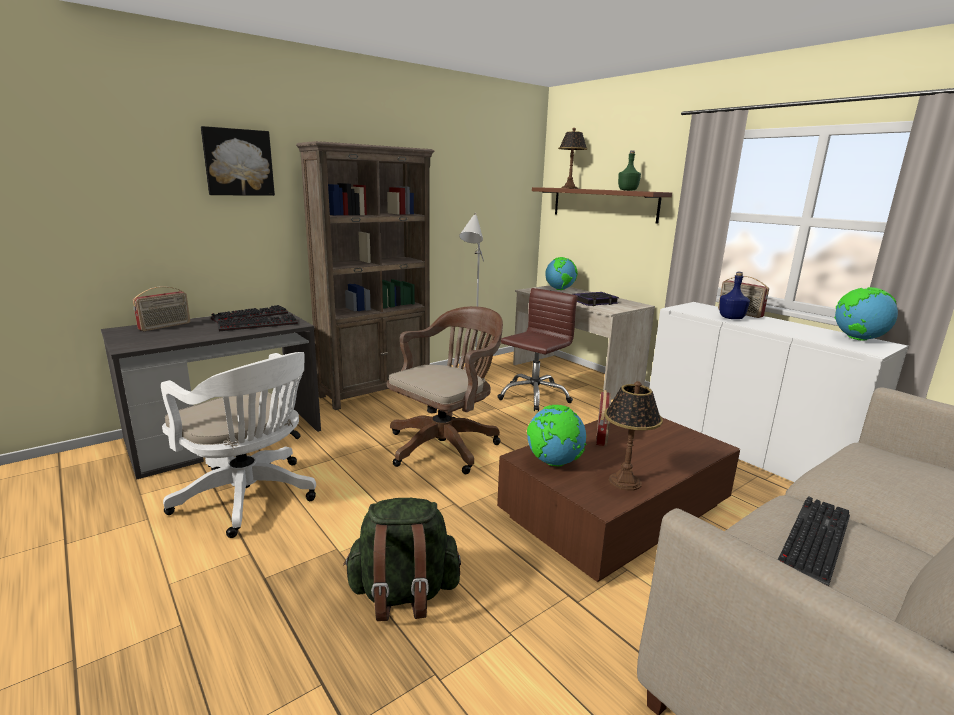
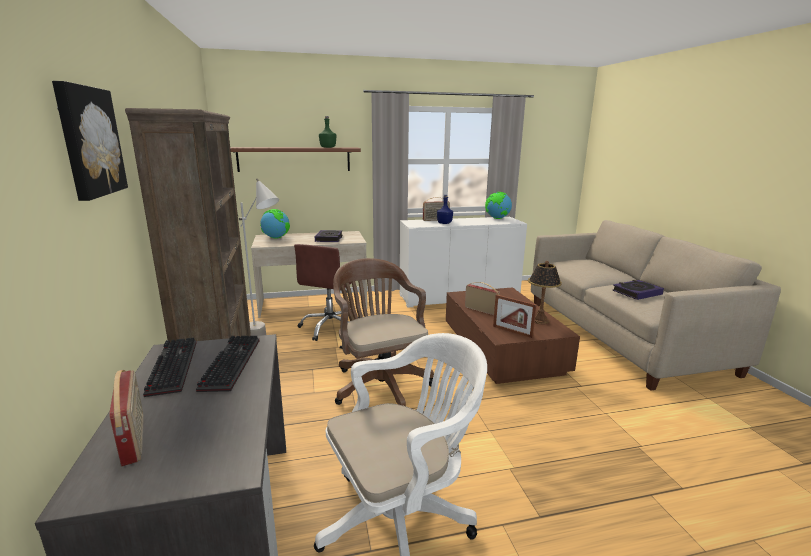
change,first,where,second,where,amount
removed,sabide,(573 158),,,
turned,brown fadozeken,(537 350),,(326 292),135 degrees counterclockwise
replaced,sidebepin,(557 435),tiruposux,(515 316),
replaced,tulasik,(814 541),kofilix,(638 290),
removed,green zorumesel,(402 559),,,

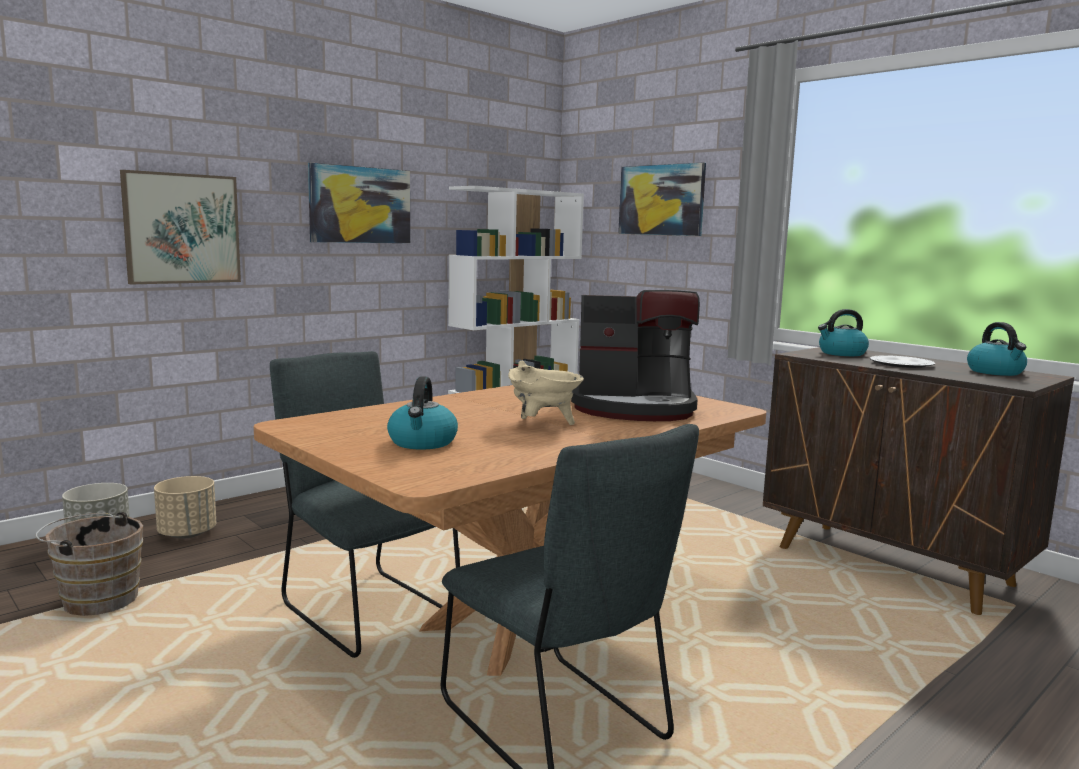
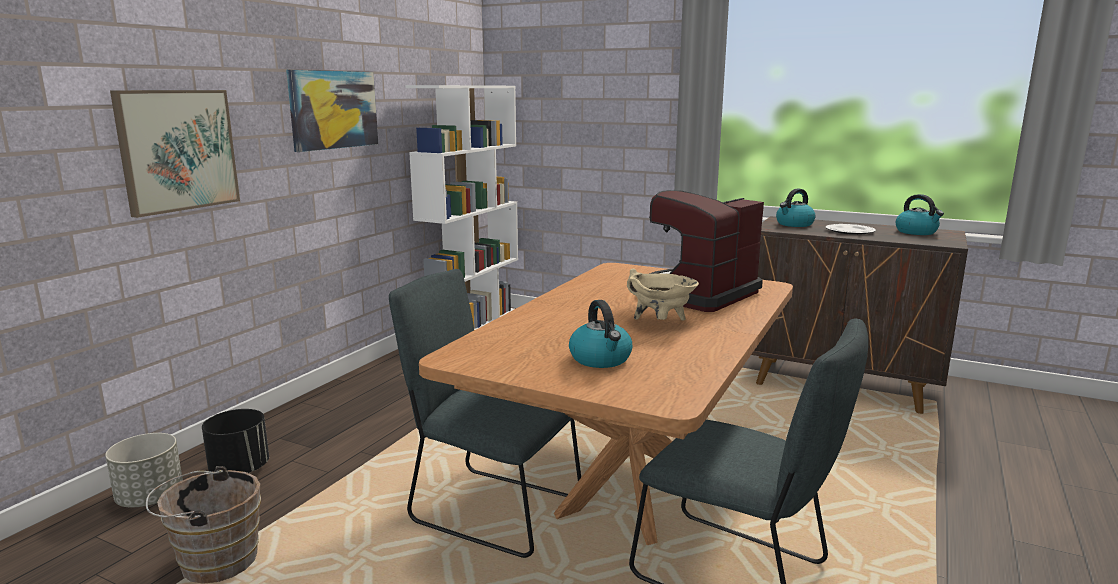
change,first,where,second,where,amount
removed,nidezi,(662 199),,,
turned,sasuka,(635 355),,(706 251),150 degrees clockwise
recoloured,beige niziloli,(185 507),black niziloli,(235 441),

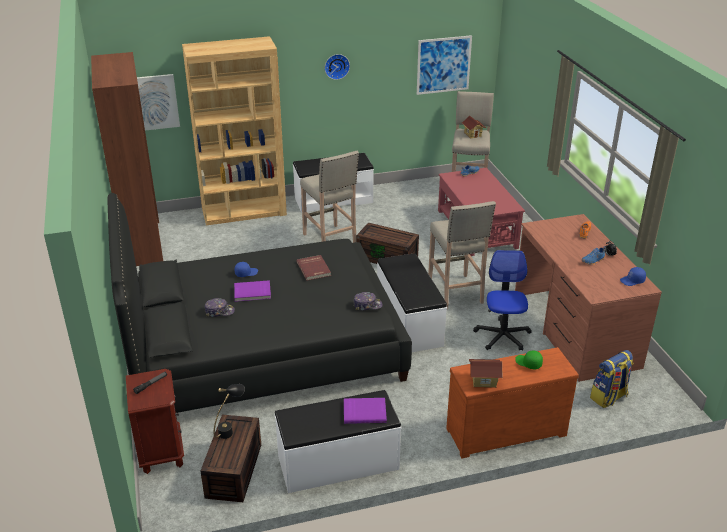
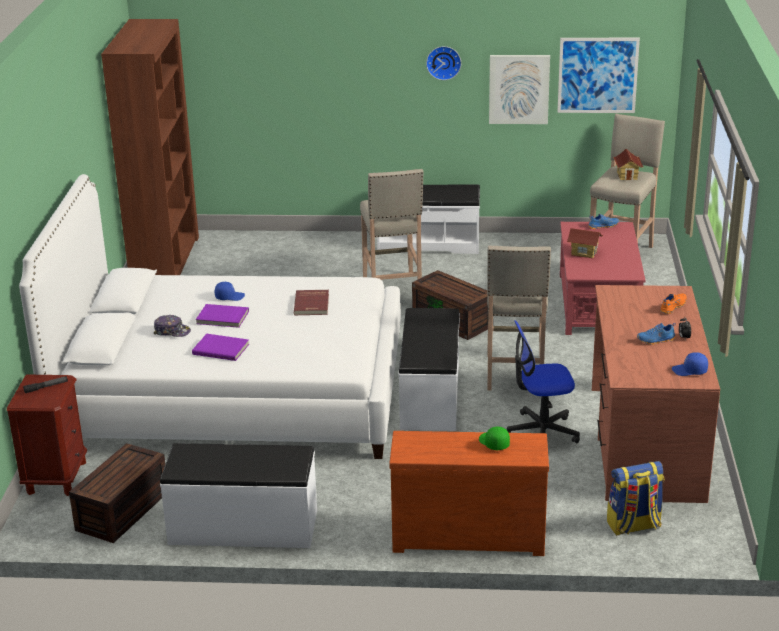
change,first,where,second,where,amount
removed,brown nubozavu,(234 131),,,
moved,nidezi,(158 102),,(519 89),
recoloured,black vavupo,(259 303),white vavupo,(210 316),
turned,fadozeken,(502 300),,(543 381),120 degrees counterclockwise
removed,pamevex,(368 301),,,
moved,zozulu,(486 373),,(585 243),
removed,black sabide,(229 411),,,
moved,purple kofilix,(365 411),,(220 347),

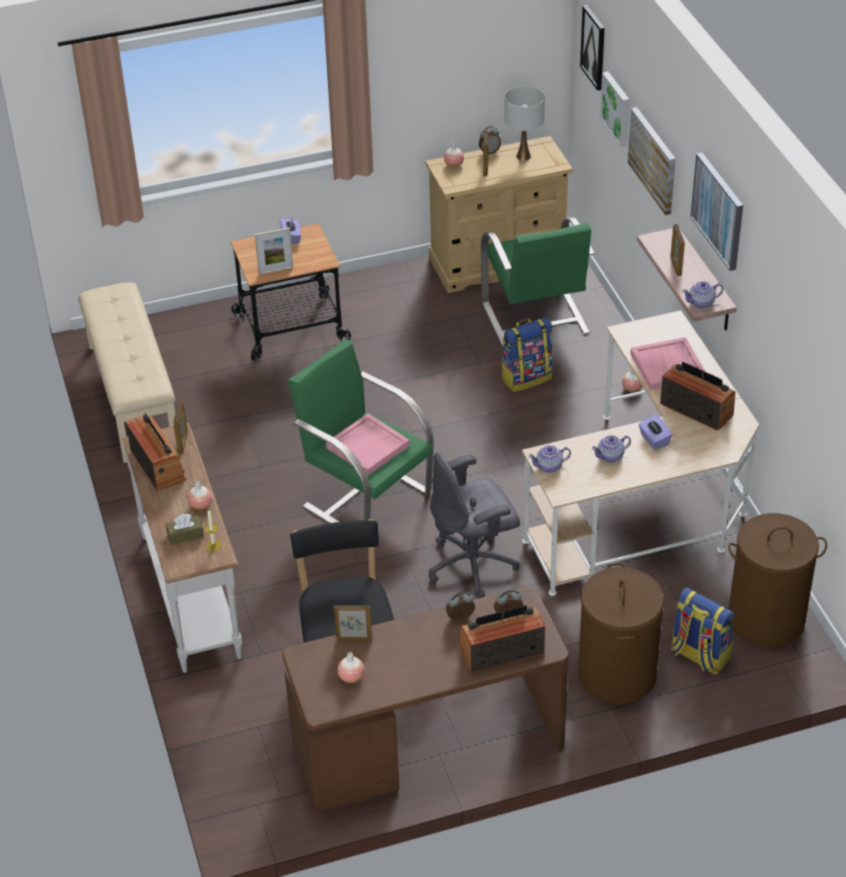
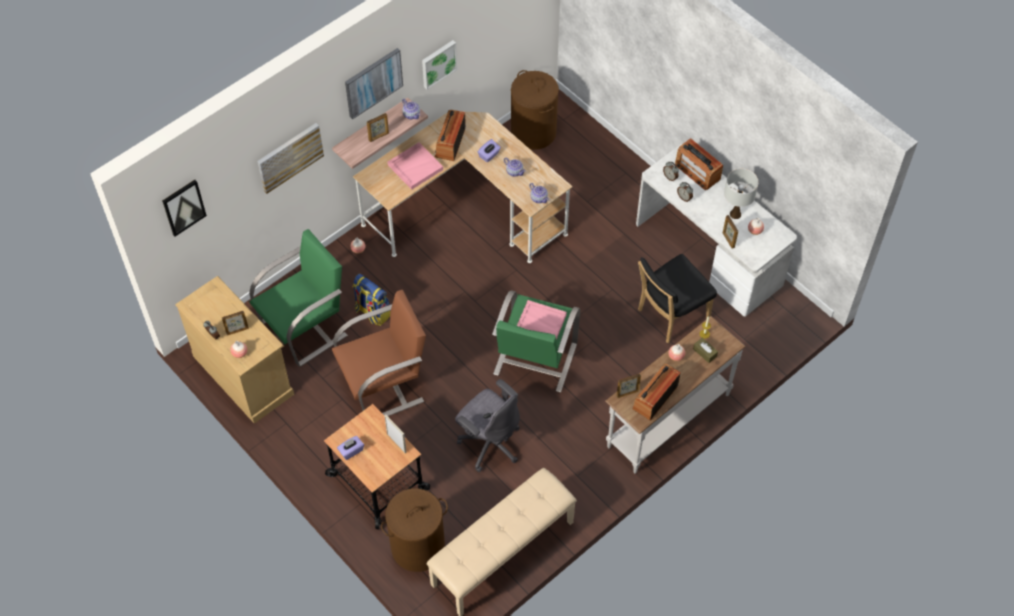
change,first,where,second,where,amount
moved,nidezi,(614 109),,(439 65),
moved,white sabide,(524 123),,(741 193),
moved,grey fadozeken,(474 525),,(487 425),
moved,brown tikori,(621 633),,(414 530),
recoloured,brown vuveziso,(425 699),white vuveziso,(716 230),
removed,zorumesel,(703 631),,,
added,,,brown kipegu,(379 353),

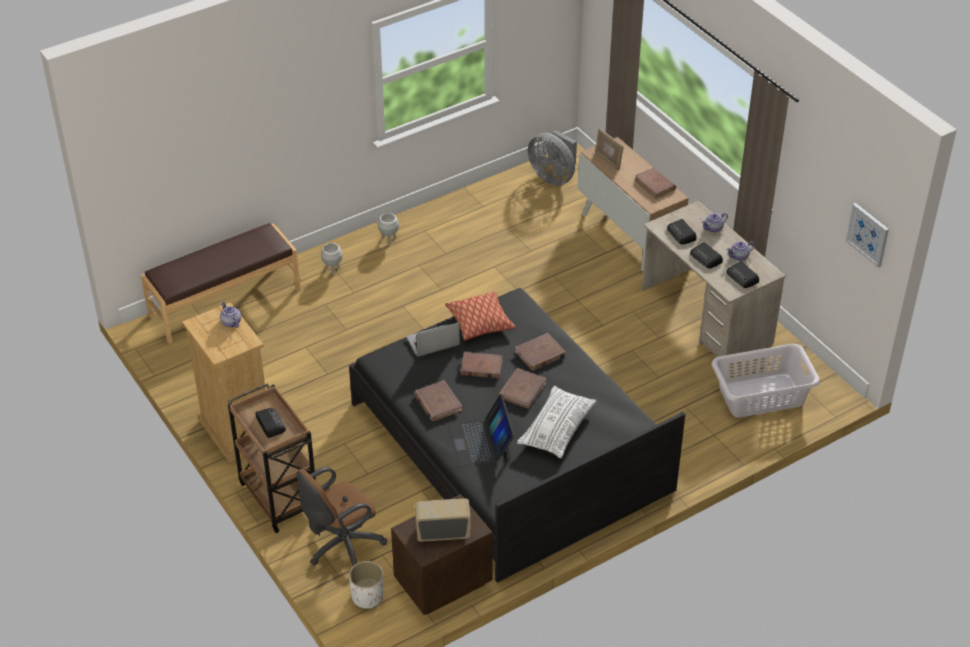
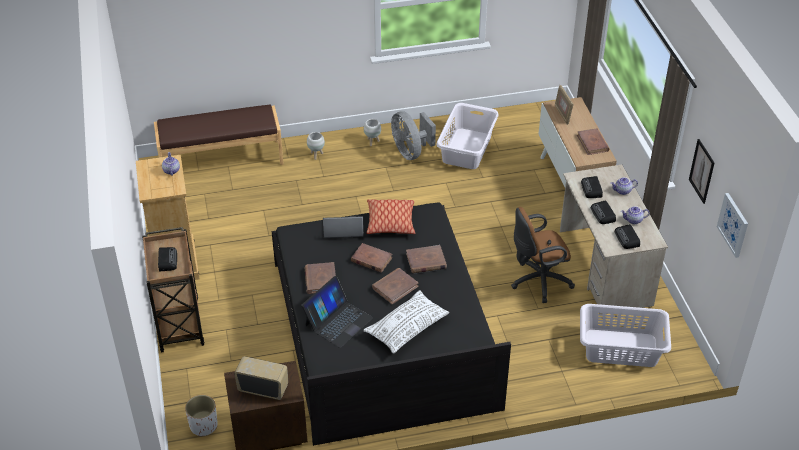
change,first,where,second,where,amount
moved,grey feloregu,(552 158),,(413 135),
turned,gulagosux,(481 430),,(337 312),150 degrees counterclockwise
moved,brown fadozeken,(341 516),,(543 255),
added,,,white tikori,(467 136),
added,,,nidezi,(702 171),

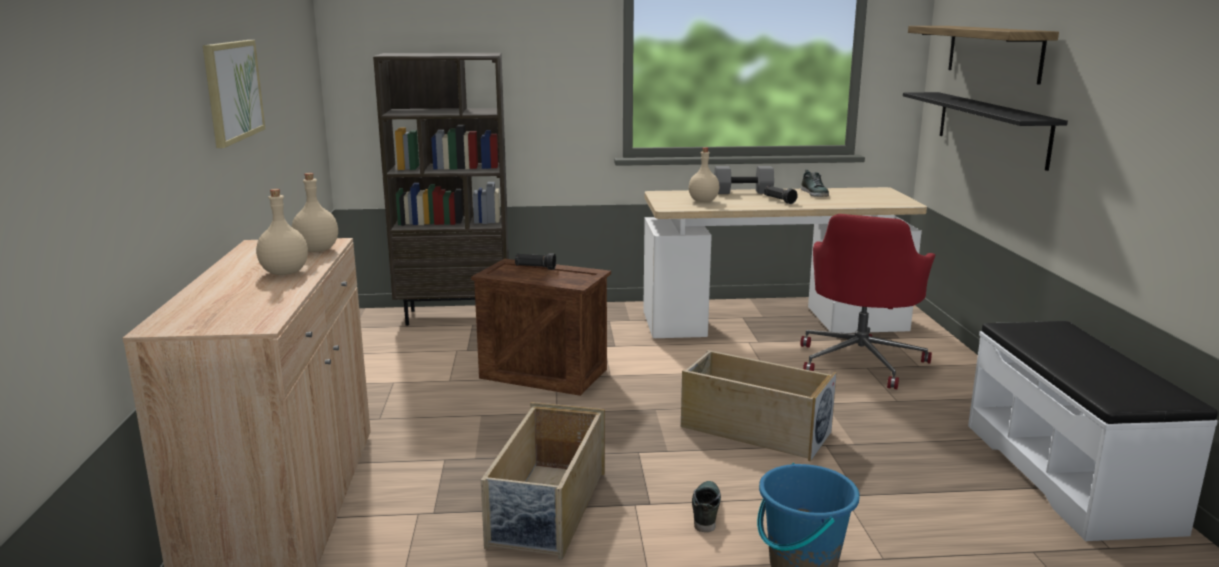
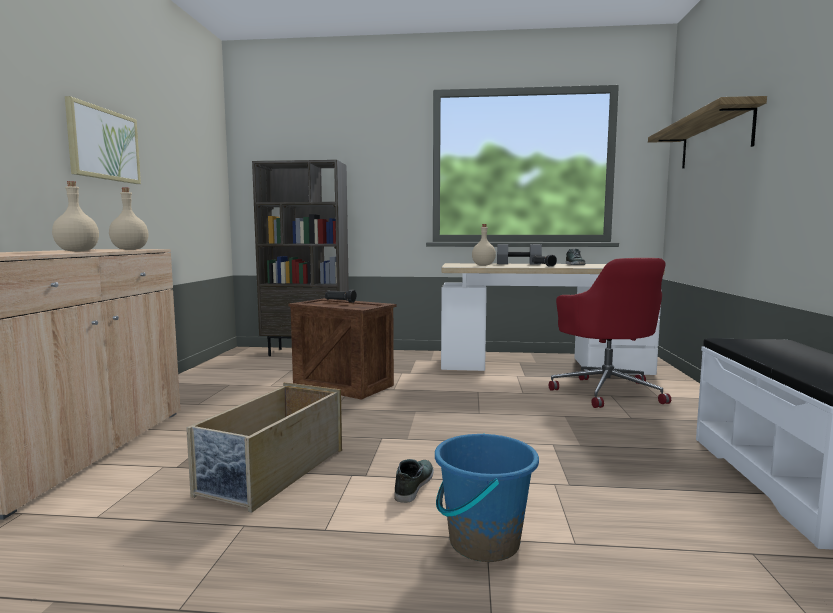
change,first,where,second,where,amount
removed,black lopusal,(985 131),,,
turned,red fadozeken,(867 301),,(610 333),45 degrees counterclockwise
removed,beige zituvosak,(759 406),,,

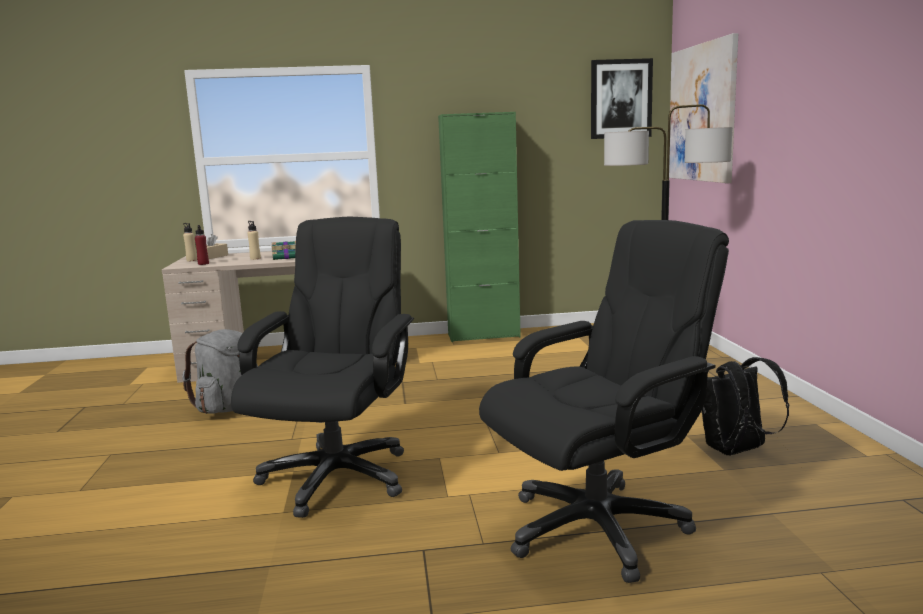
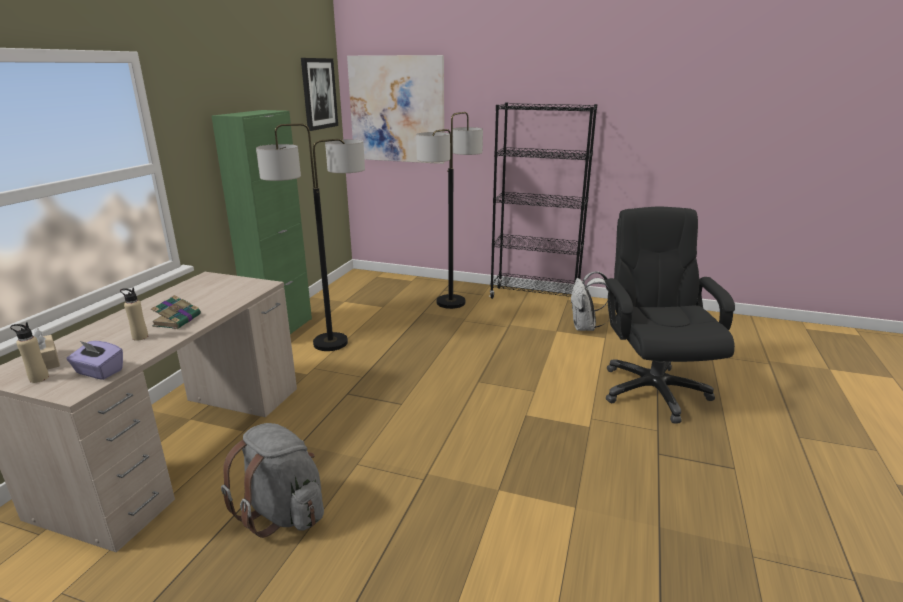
change,first,where,second,where,amount
removed,black fadozeken,(322 367),,,
replaced,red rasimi,(202 245),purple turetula,(94 360),
recoloured,black zorumesel,(745 406),white zorumesel,(590 301),
added,,,black nubozavu,(543 205),
added,,,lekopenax,(310 237),

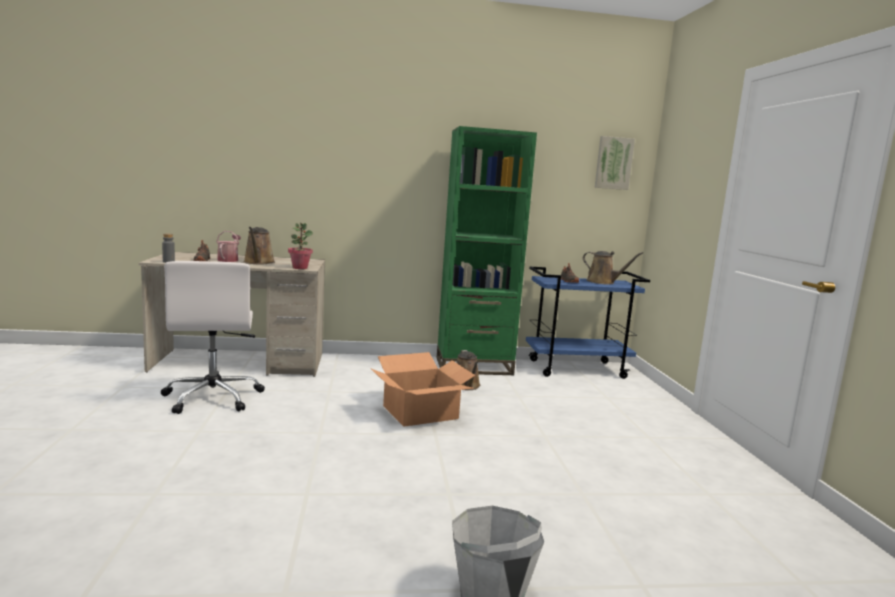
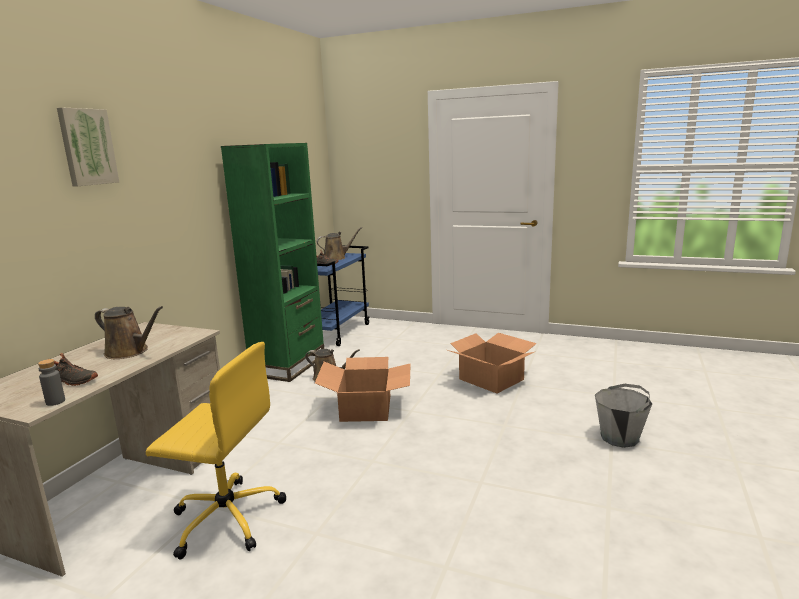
change,first,where,second,where,amount
moved,nidezi,(615 163),,(88 146),
removed,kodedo,(300 246),,,
removed,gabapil,(228 246),,,
recoloured,white fadozeken,(213 337),yellow fadozeken,(216 451),
added,,,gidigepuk,(492 363),

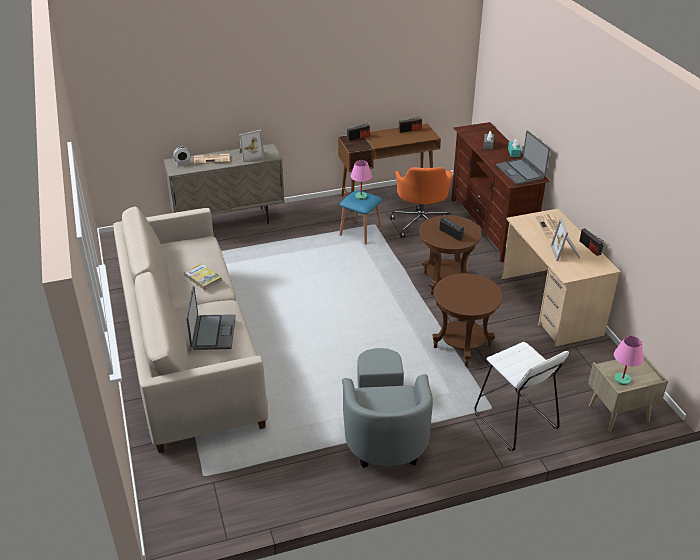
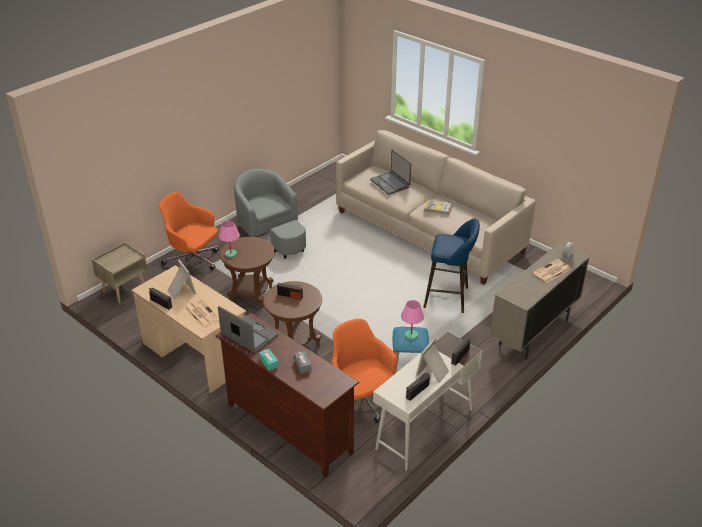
change,first,where,second,where,amount
recoloured,brown vuveziso,(389 168),white vuveziso,(427 401),
moved,tiruposux,(252 146),,(432 360),
moved,pink sabide,(629 360),,(229 239),
replaced,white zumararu,(521 396),orange fadozeken,(189 231),
added,,,blue zumararu,(452 266),

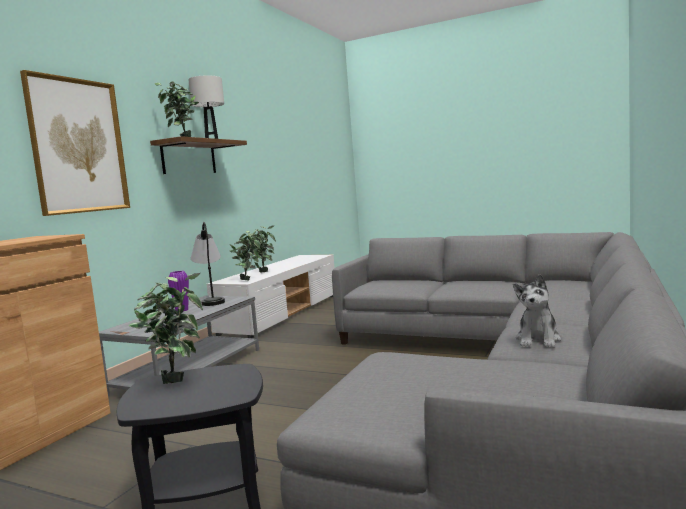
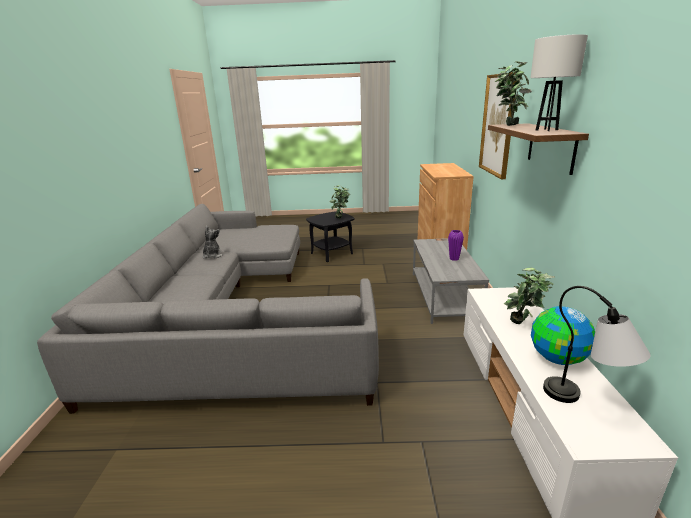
change,first,where,second,where,amount
moved,sabide,(208 264),,(597 344),
removed,kodedo,(246 255),,,
added,,,sidebepin,(563 335),

